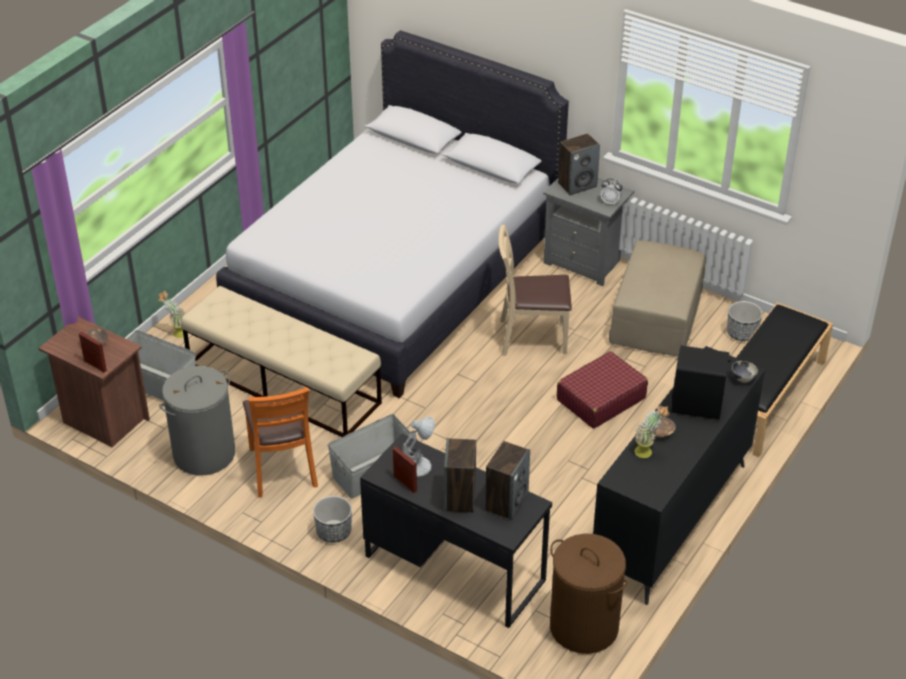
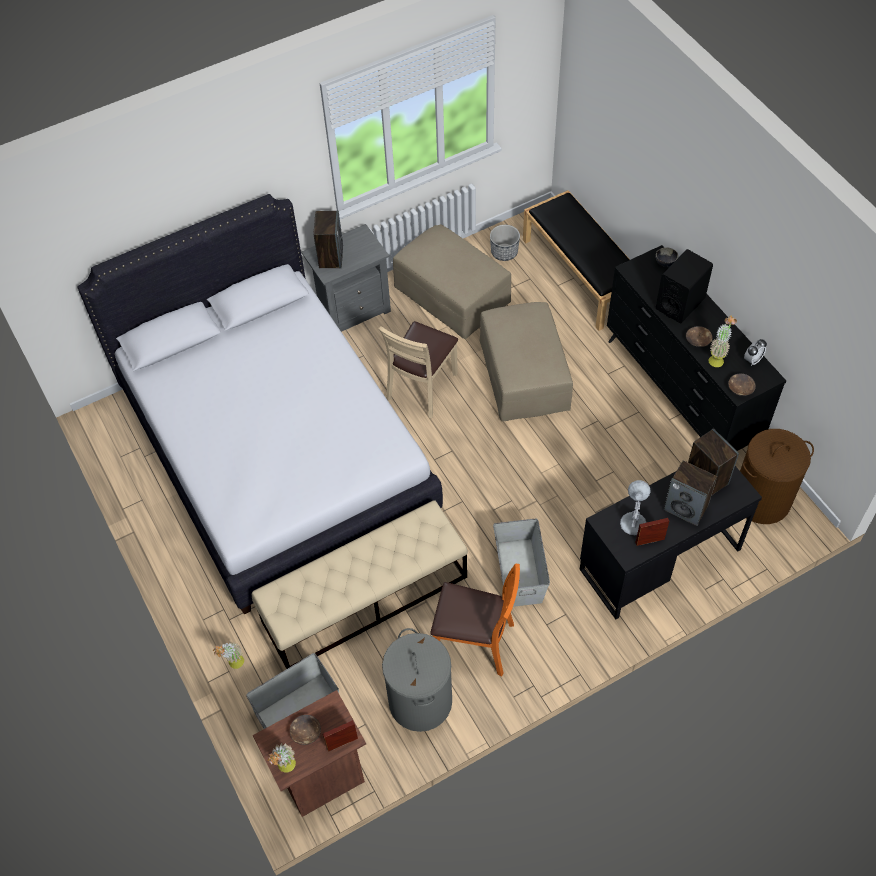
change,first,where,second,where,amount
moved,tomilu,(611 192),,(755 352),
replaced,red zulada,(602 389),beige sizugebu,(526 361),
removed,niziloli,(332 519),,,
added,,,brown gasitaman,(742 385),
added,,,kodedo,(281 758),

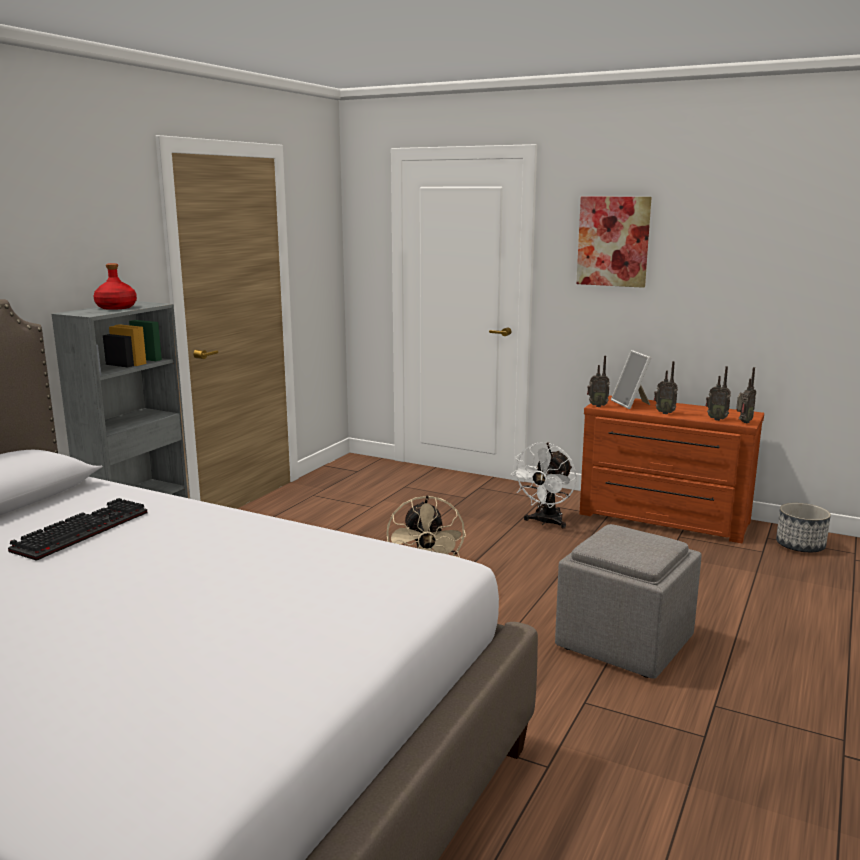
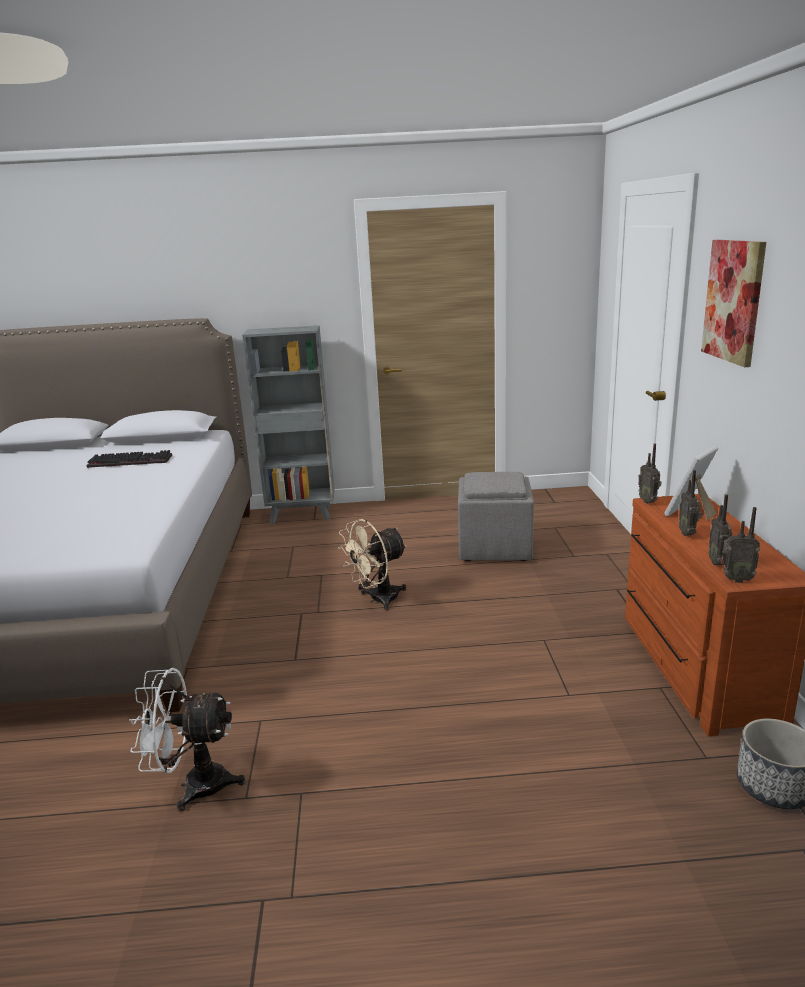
change,first,where,second,where,amount
removed,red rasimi,(115 286),,,
moved,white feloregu,(543 485),,(187 740),
moved,grey sizugebu,(628 601),,(496 516),

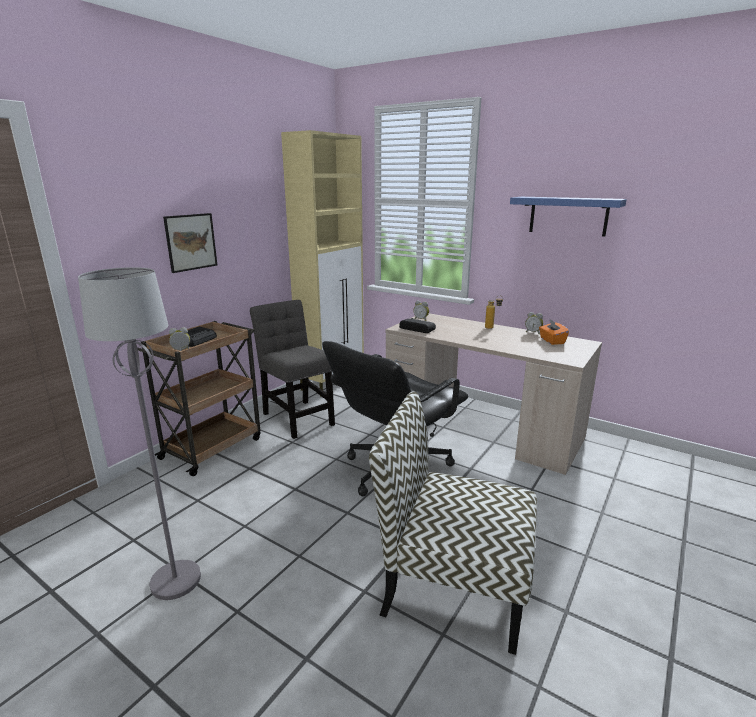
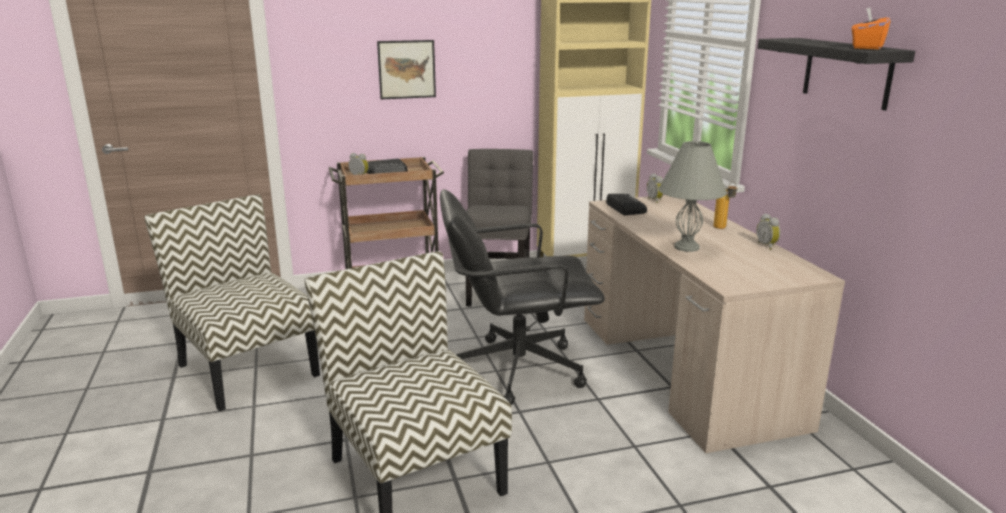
change,first,where,second,where,amount
recoloured,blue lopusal,(568 216),black lopusal,(836 74),
replaced,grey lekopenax,(139 433),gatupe,(232 303),
moved,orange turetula,(554 332),,(871 28),
added,,,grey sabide,(692 196),

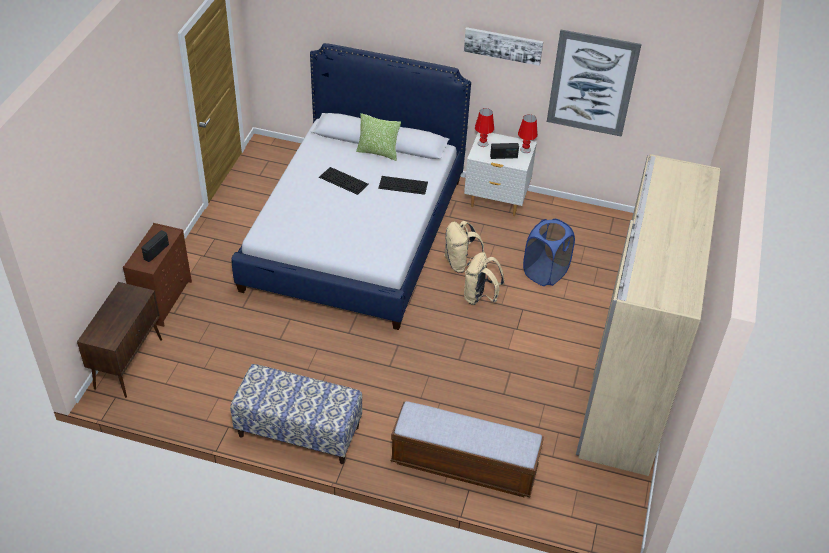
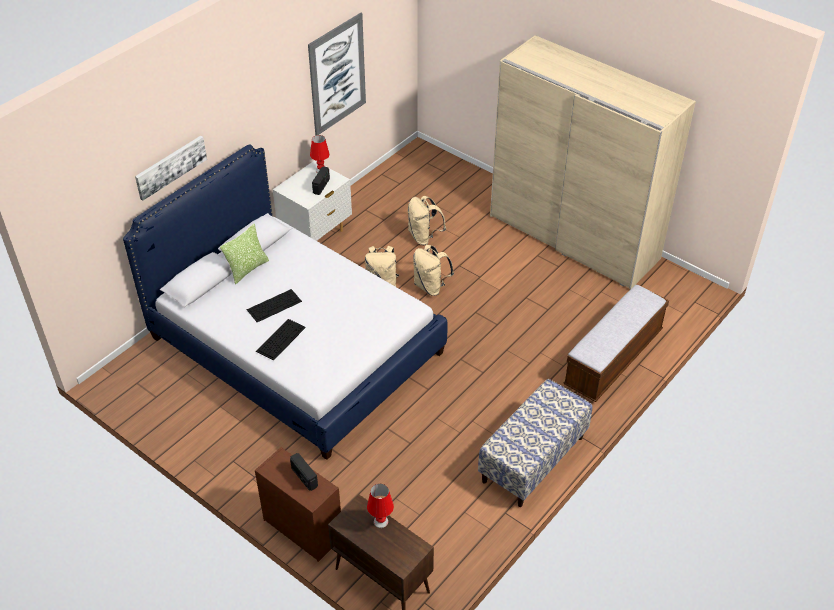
change,first,where,second,where,amount
moved,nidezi,(503 46),,(171 168),
moved,red sabide,(484 127),,(380 506),
moved,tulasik,(403 185),,(281 340),
replaced,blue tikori,(549 252),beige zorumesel,(427 220),

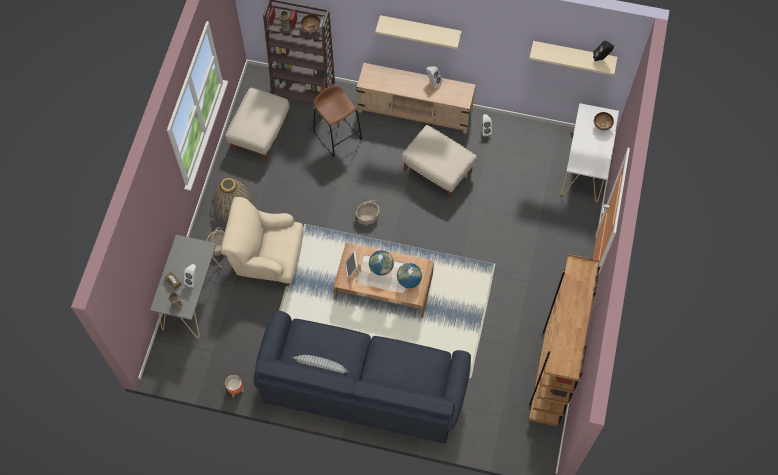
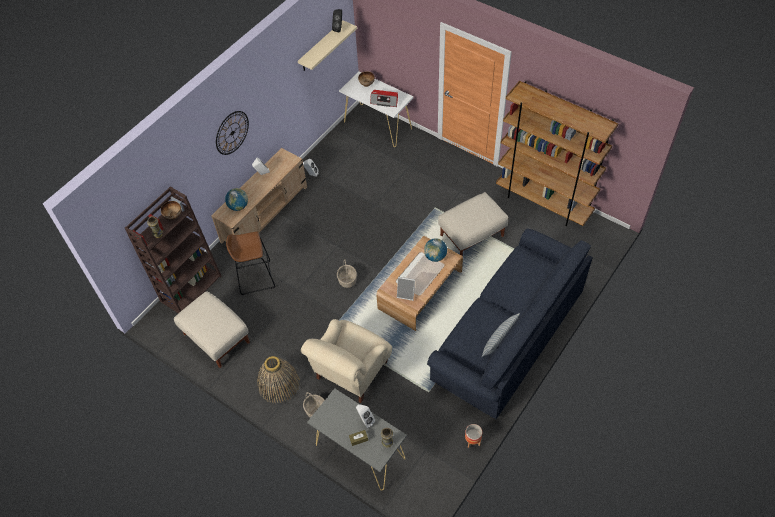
change,first,where,second,where,amount
replaced,beige lopusal,(418 32),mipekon,(232 133),
moved,beige sizugebu,(439 162),,(473 224),
moved,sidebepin,(381 263),,(236 199),
added,,,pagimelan,(384 98),

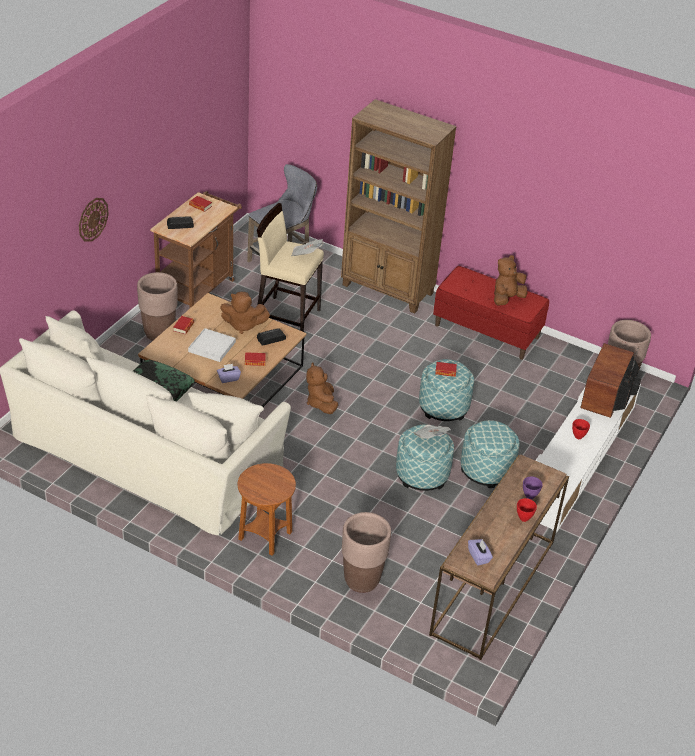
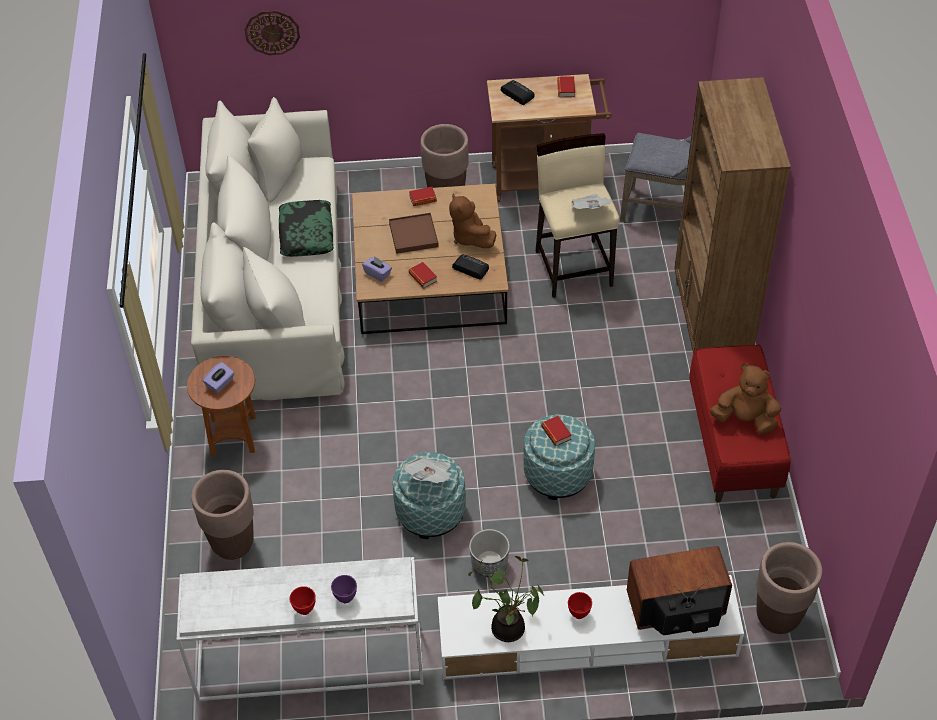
change,first,where,second,where,amount
moved,mipekon,(94 220),,(272 33),
recoloured,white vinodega,(212 345),brown vinodega,(414 233),
removed,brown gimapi,(322 388),,,
replaced,sizugebu,(490 454),niziloli,(489 553),
recoloured,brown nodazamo,(499 557),white nodazamo,(300 629),
moved,purple turetula,(480 552),,(218 377),
added,,,kodedo,(506 599),

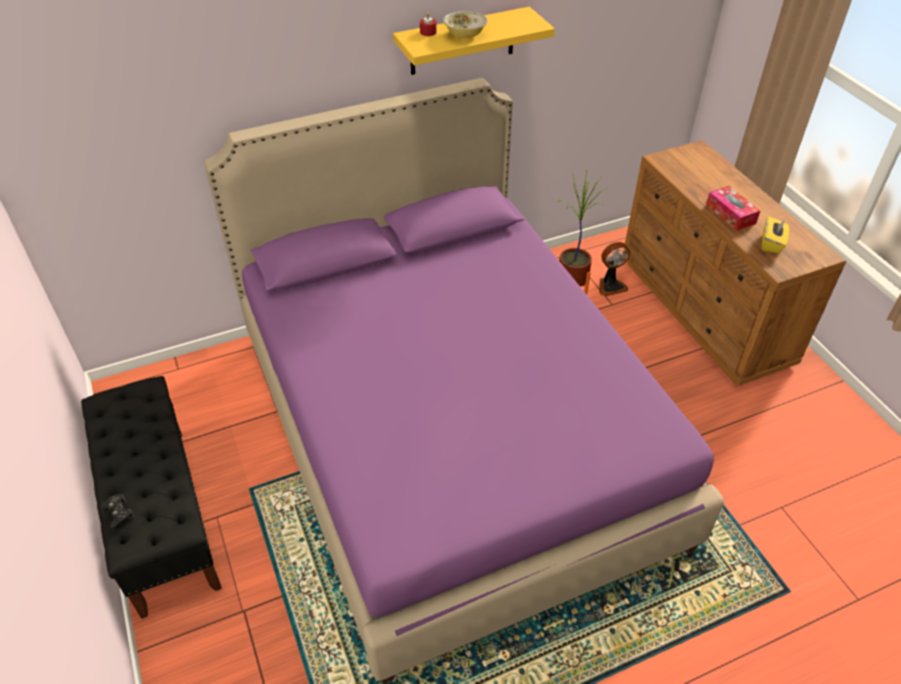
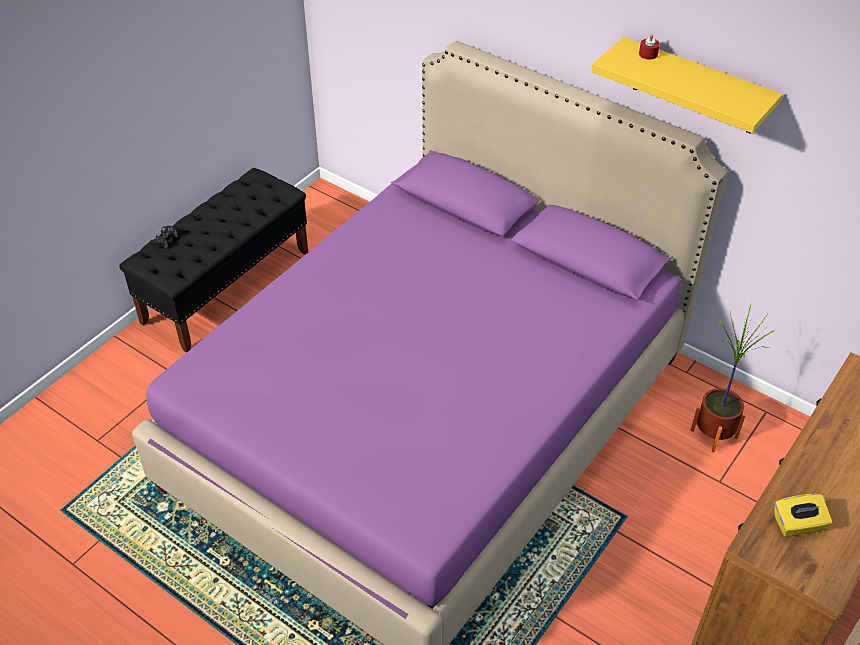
change,first,where,second,where,amount
removed,gasitaman,(465 24),,,
removed,turetula,(733 208),,,
removed,feloregu,(614 269),,,

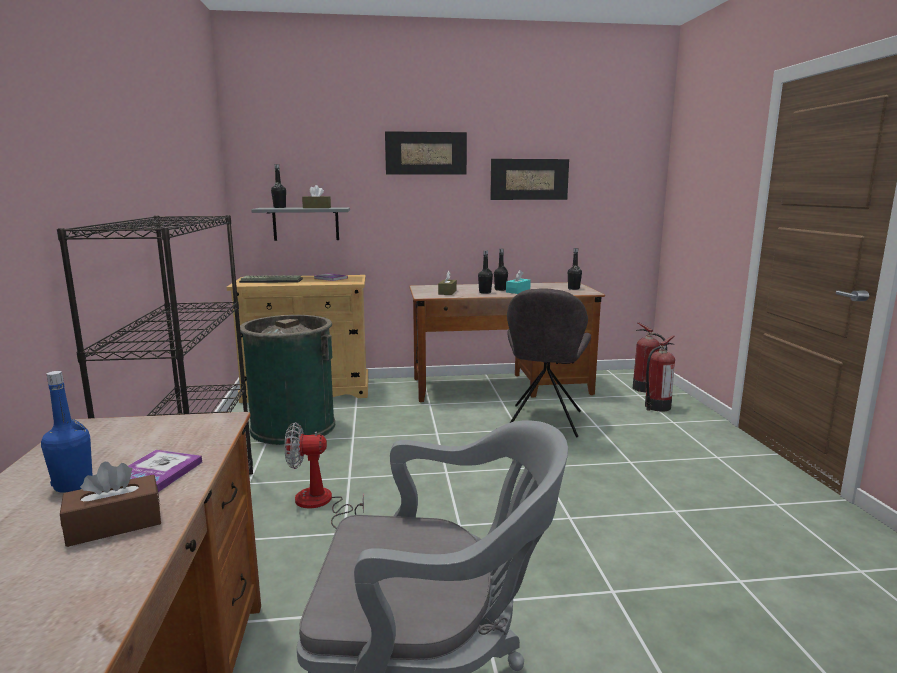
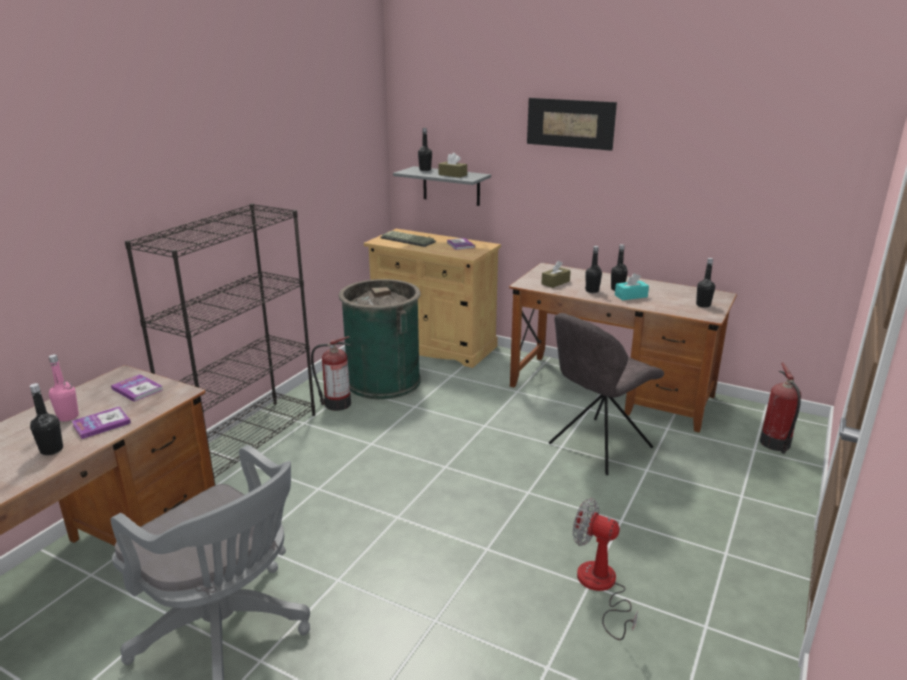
change,first,where,second,where,amount
removed,nidezi,(529 179),,,
moved,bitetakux,(660 373),,(331 373),
recoloured,blue rasimi,(67 432),pink rasimi,(64 387),
moved,feloregu,(324 475),,(605 569),
replaced,brown turetula,(110 504),black rasimi,(46 419),
added,,,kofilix,(137 388),

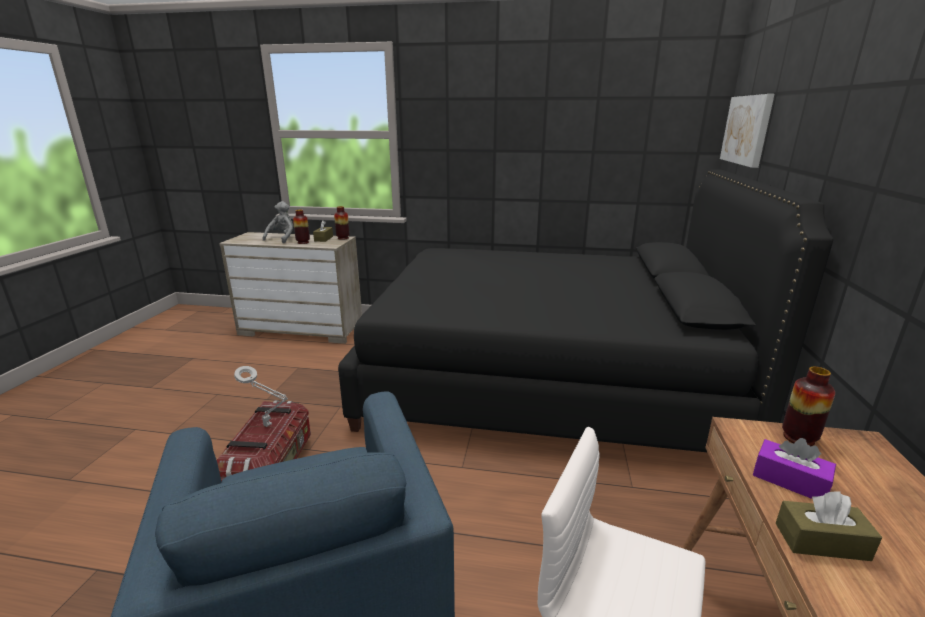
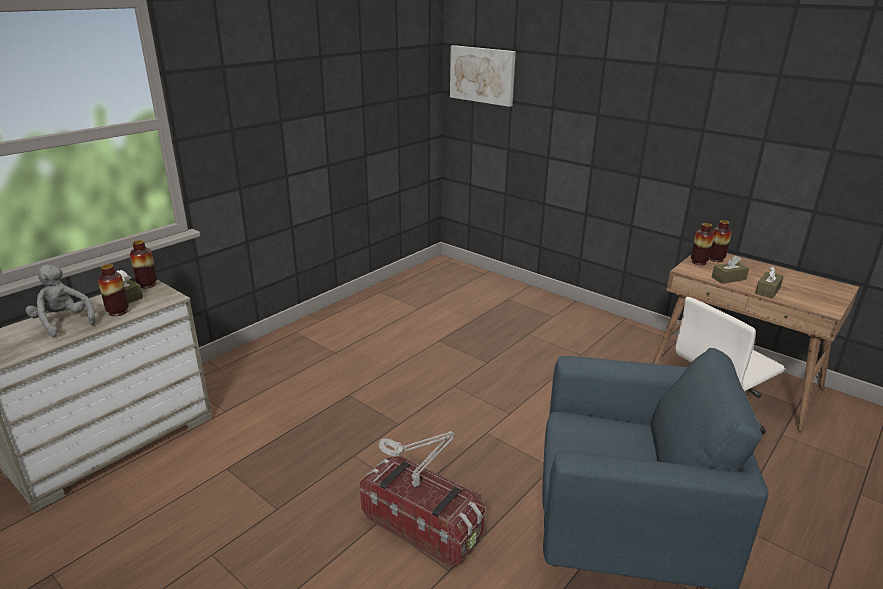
change,first,where,second,where,amount
removed,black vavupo,(585 311),,,
recoloured,purple turetula,(794 468),brown turetula,(730 269),
added,,,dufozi,(720 241),

